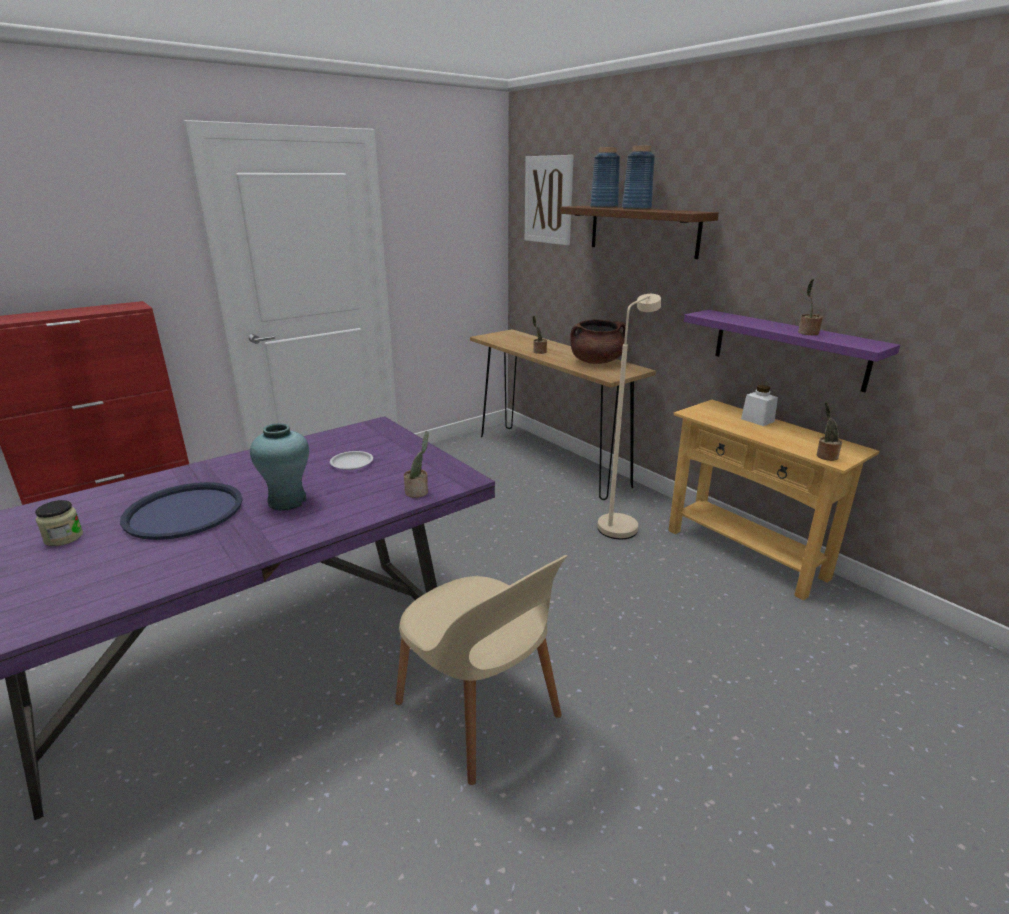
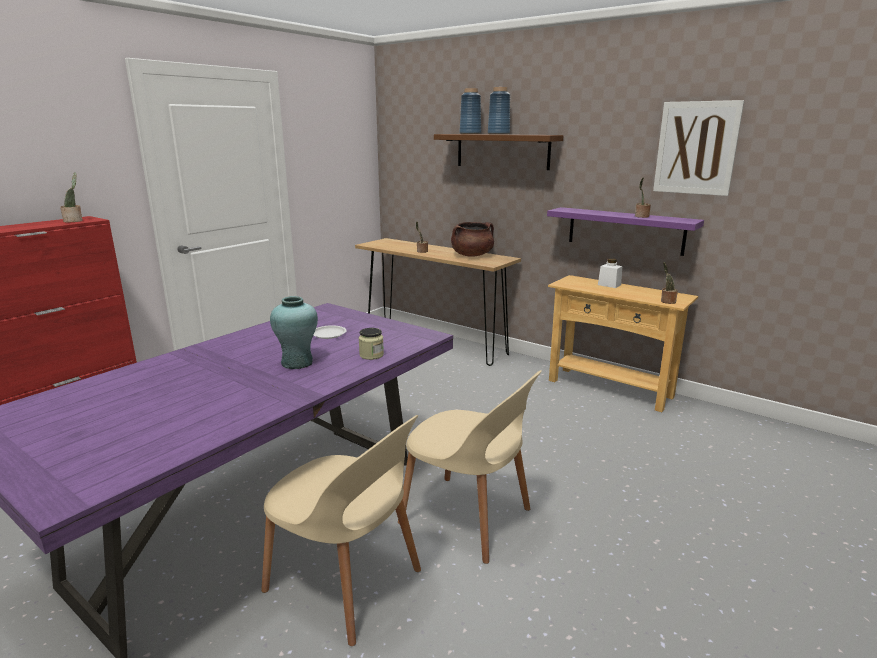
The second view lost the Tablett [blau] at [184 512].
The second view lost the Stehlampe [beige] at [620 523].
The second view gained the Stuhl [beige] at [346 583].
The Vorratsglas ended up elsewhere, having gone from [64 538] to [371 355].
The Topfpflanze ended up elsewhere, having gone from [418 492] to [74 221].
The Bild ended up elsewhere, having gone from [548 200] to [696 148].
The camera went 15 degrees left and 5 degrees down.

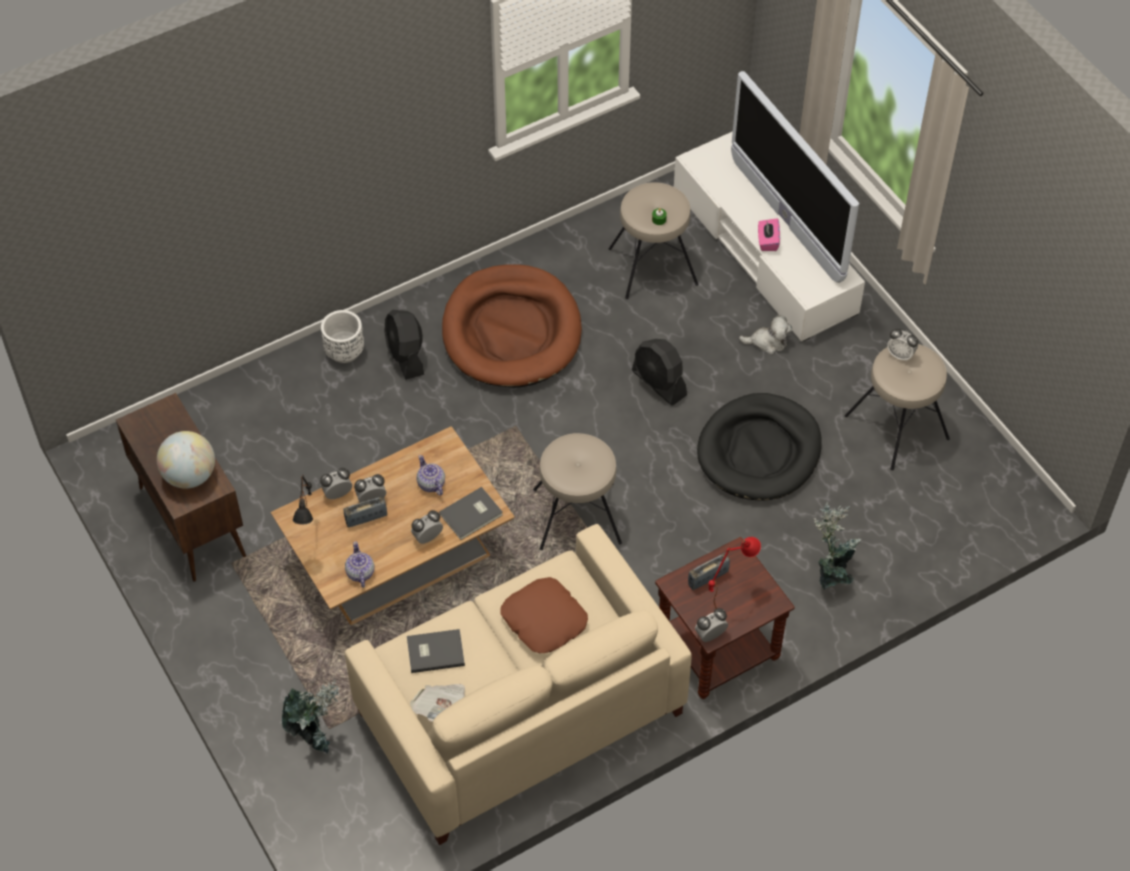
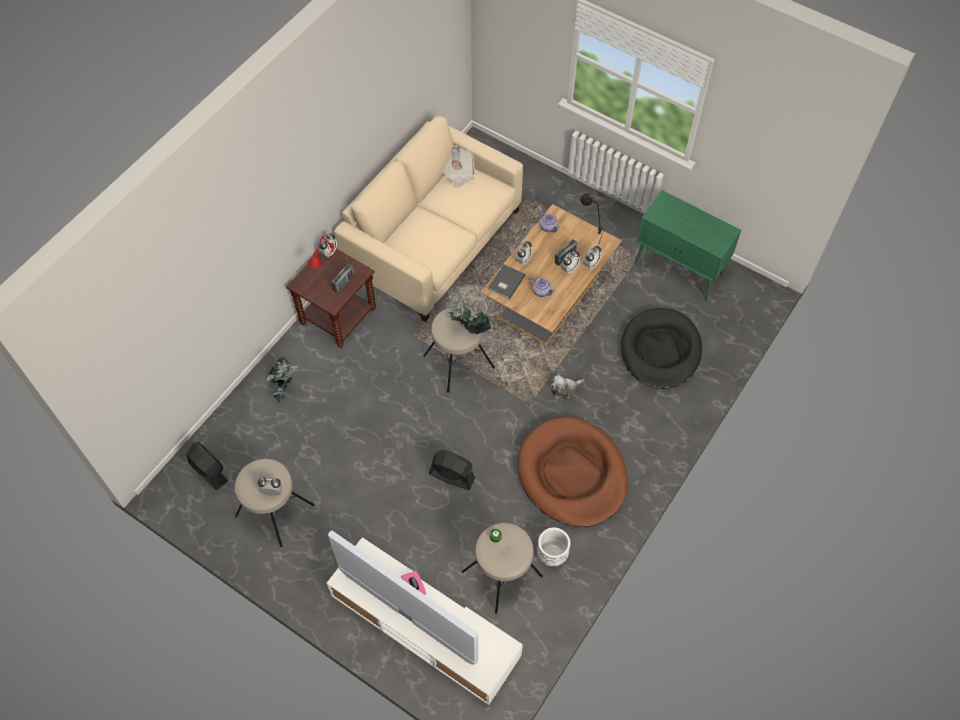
The second view lost the Globus at [190 476].
The second view lost the Buch [grau] at [434 651].
The second view lost the Kissen [braun] at [543 620].
The Topfpflanze ended up elsewhere, having gone from [314 733] to [467 329].
The Pflanzkübel [weiß] ended up elsewhere, having gone from [344 352] to [552 554].
The Ventilator [schwarz] ended up elsewhere, having gone from [406 356] to [209 471].
The Hundebett [schwarz] ended up elsewhere, having gone from [759 451] to [660 351].
The Plüschtier ended up elsewhere, having gone from [767 342] to [565 389].
What was the Schrank [braun] at [191 521] turned into the Schrank [grün] at [679 270].
The camera went 155 degrees right and 5 degrees up.

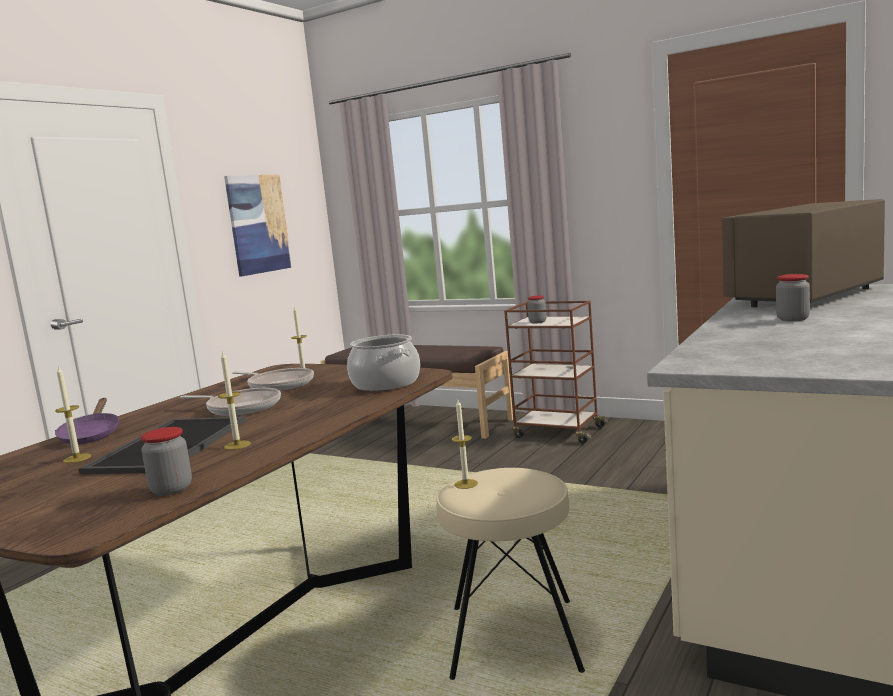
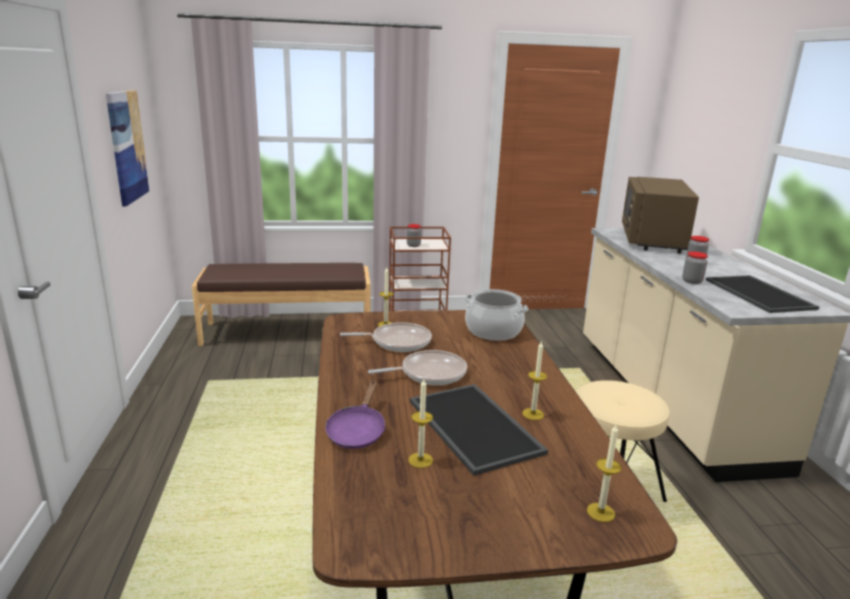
The second view gained the Tablett at [760 294].
The Vorratsglas ended up elsewhere, having gone from [171 490] to [692 281].
The Kerze ended up elsewhere, having gone from [466 484] to [600 512].
The Pfanne [lila] at [91 435] ended up facing another way, 60 degrees clockwise from before.
The camera went 40 degrees left and 10 degrees up.

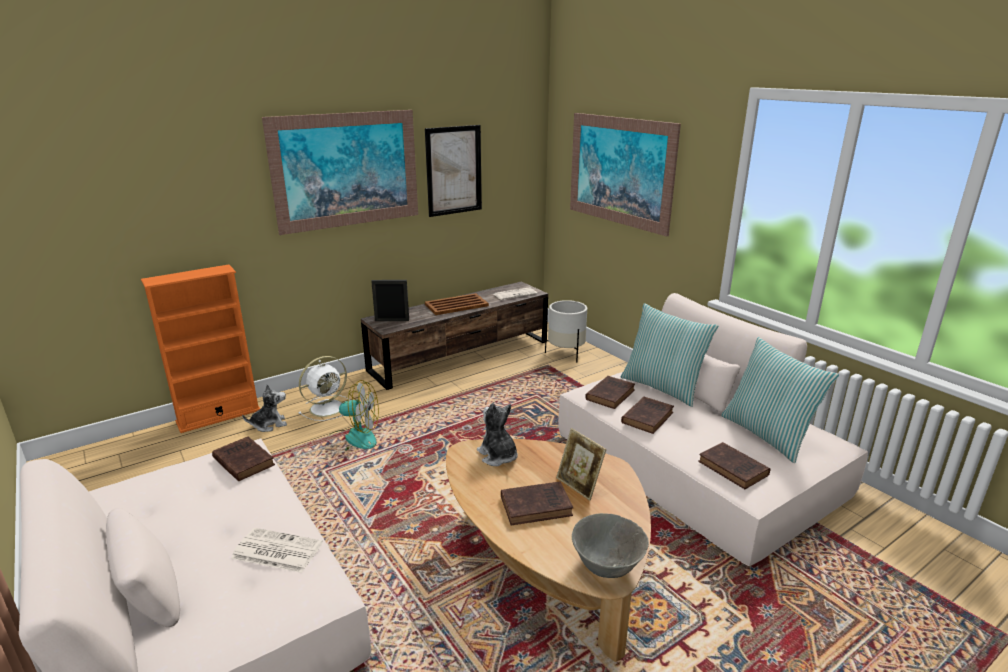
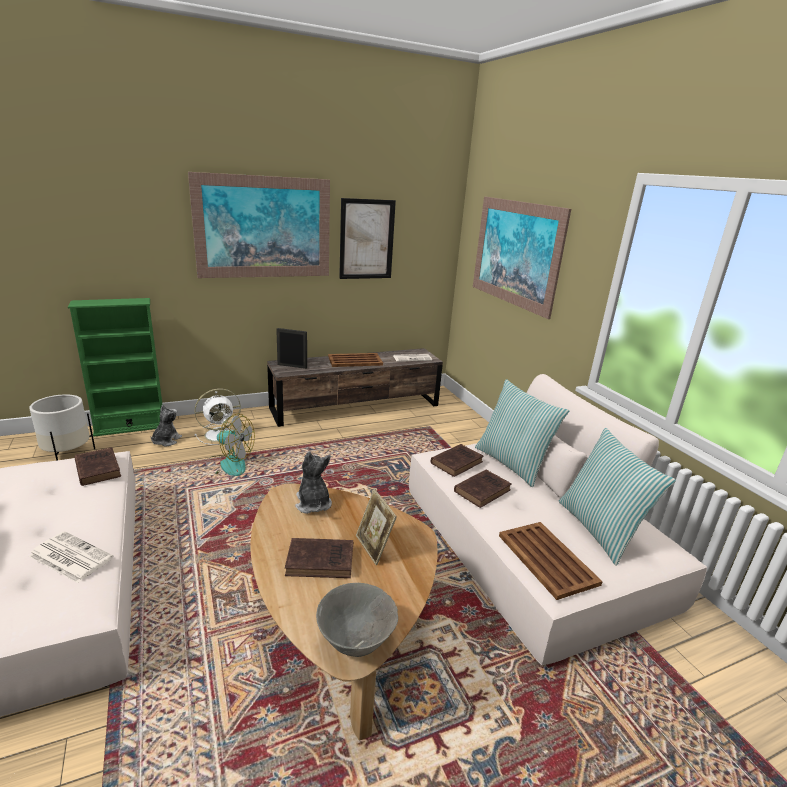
The Pflanzkübel [weiß] ended up elsewhere, having gone from [566 353] to [68 456].
Where the Buch [braun] stood at [734 469], the Tablett [braun] came to stand at [547 560].
What was the Bücherregal [orange] at [218 416] turned into the Bücherregal [grün] at [130 427].
The Plüschtier at [269 424] ended up facing another way, 60 degrees counterclockwise from before.
The camera went 10 degrees right and 0 degrees up.

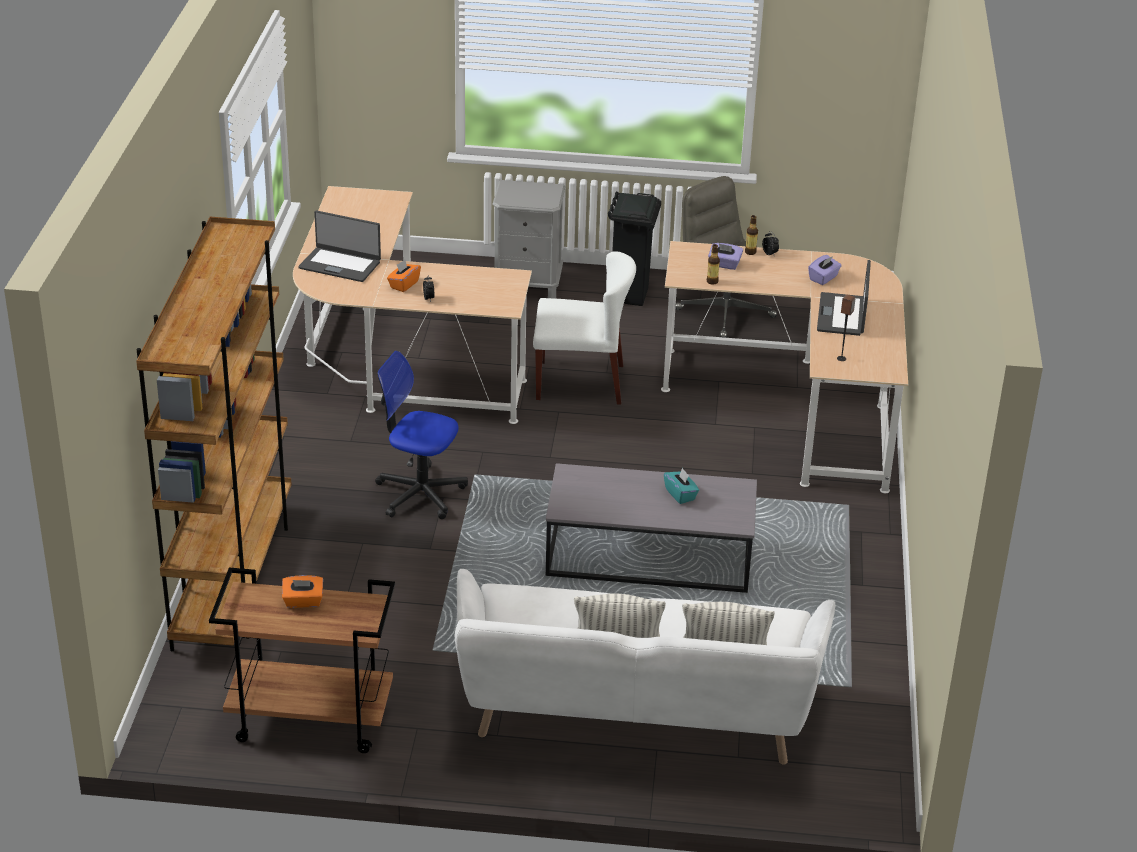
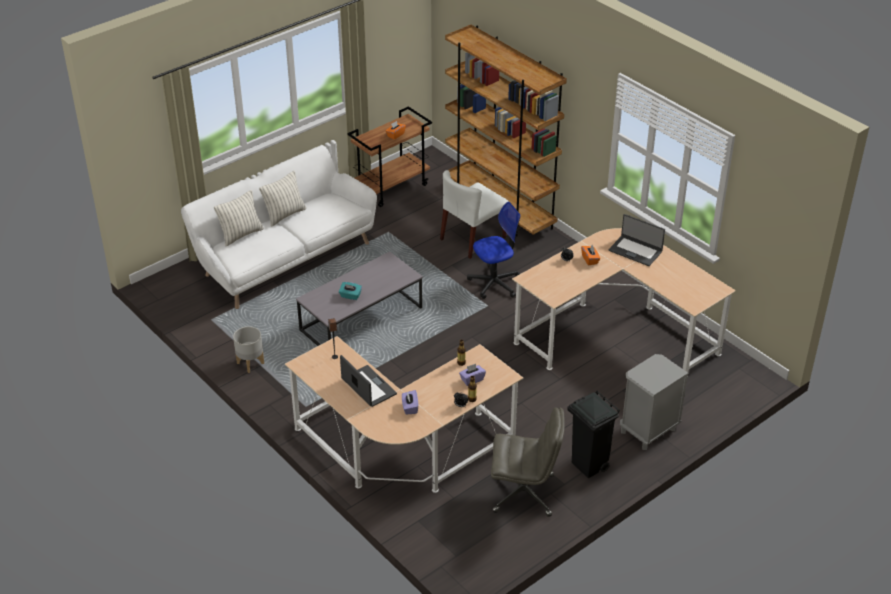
The second view gained the Pflanzkübel [grau] at [250 363].
The Stuhl [weiß] ended up elsewhere, having gone from [581 382] to [472 238].
The Laptop at [340 264] ended up facing another way, 120 degrees counterclockwise from before.
The camera went 135 degrees right and 5 degrees up.

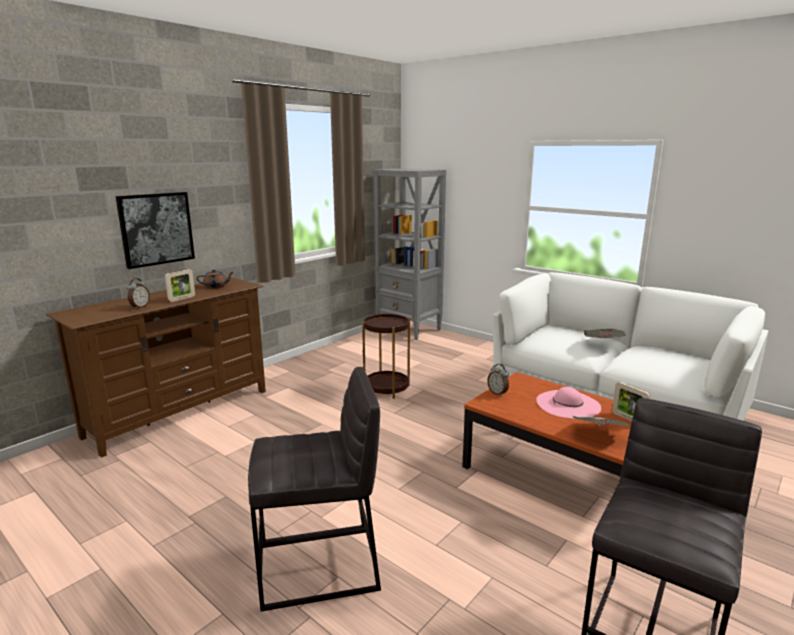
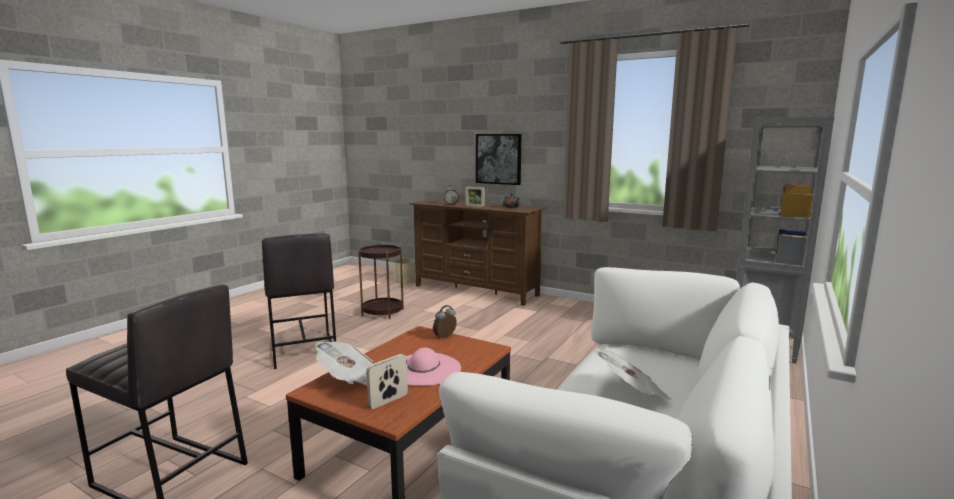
The second view gained the Pflanzkübel [beige] at [404 280].
The Beistelltisch [braun] ended up elsewhere, having gone from [386 388] to [383 312].
The camera went 80 degrees right and 5 degrees down.

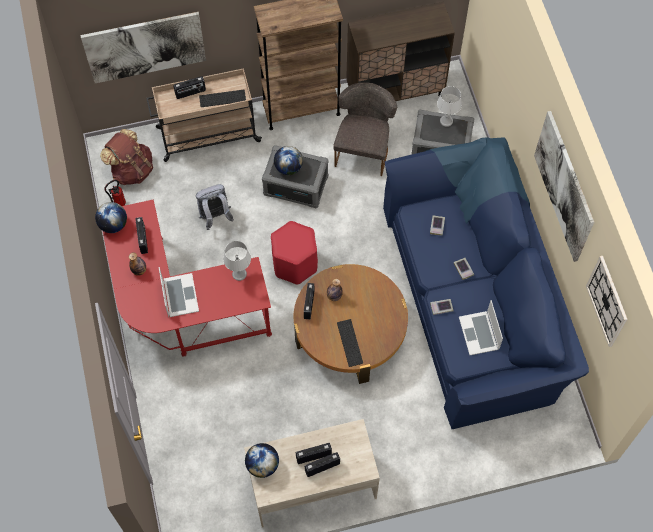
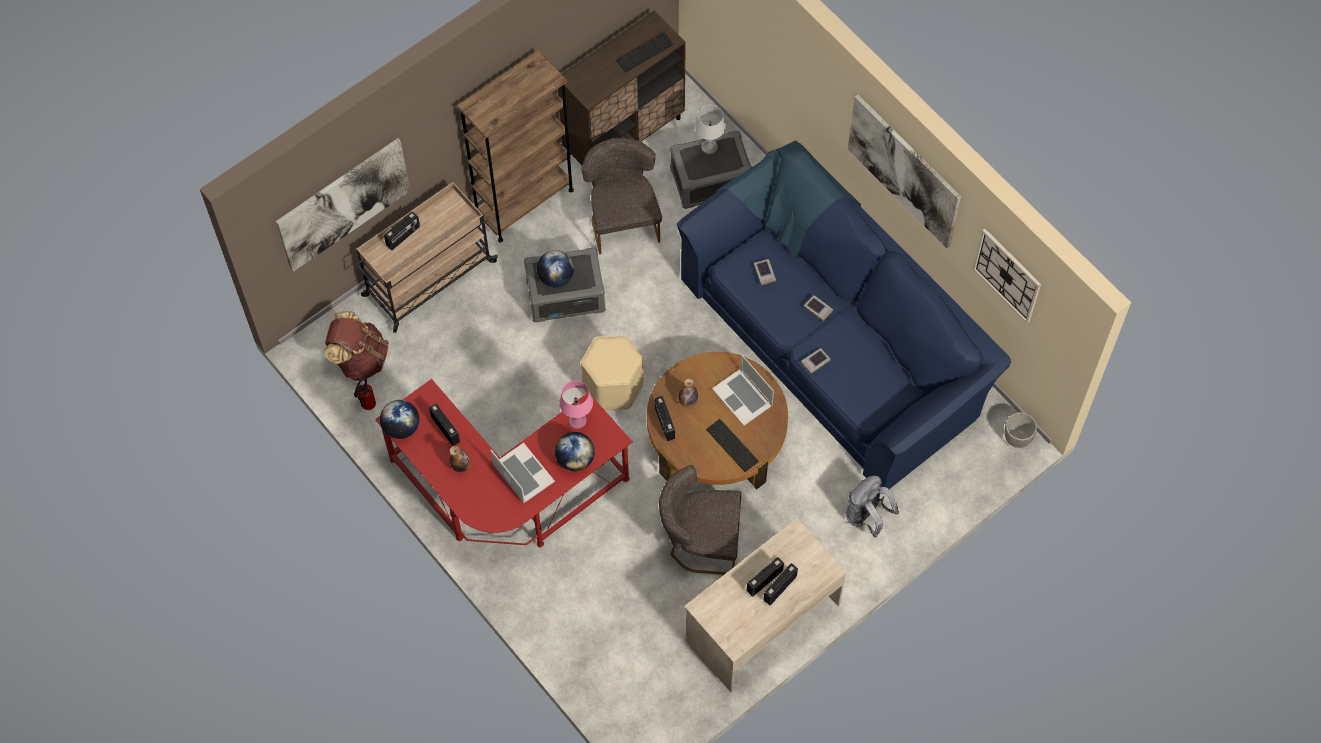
The second view gained the Stuhl [grau] at [700 541].
The second view gained the Pflanzkübel at [1018 438].
The Rucksack [grau] ended up elsewhere, having gone from [215 217] to [867 517].
The Tastatur ended up elsewhere, having gone from [223 97] to [644 51].
The Globus ended up elsewhere, having gone from [262 465] to [575 459].
The Laptop ended up elsewhere, having gone from [479 333] to [742 397].
What was the Tischlampe [grau] at [239 274] turned into the Tischlampe [rosa] at [577 421].
What was the Hocker [rot] at [295 264] turned into the Hocker [beige] at [613 386].
The camera went 25 degrees left and 0 degrees up.

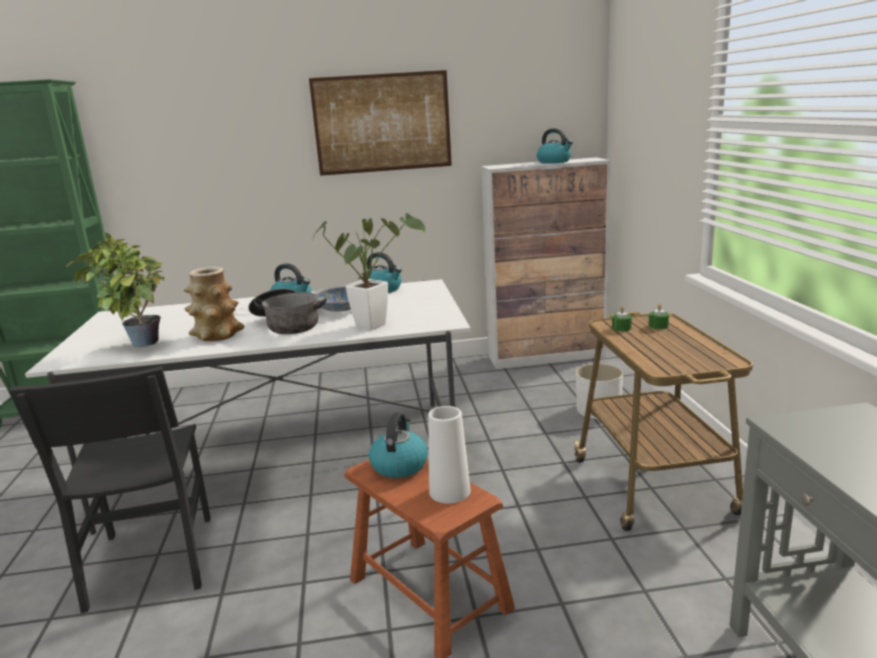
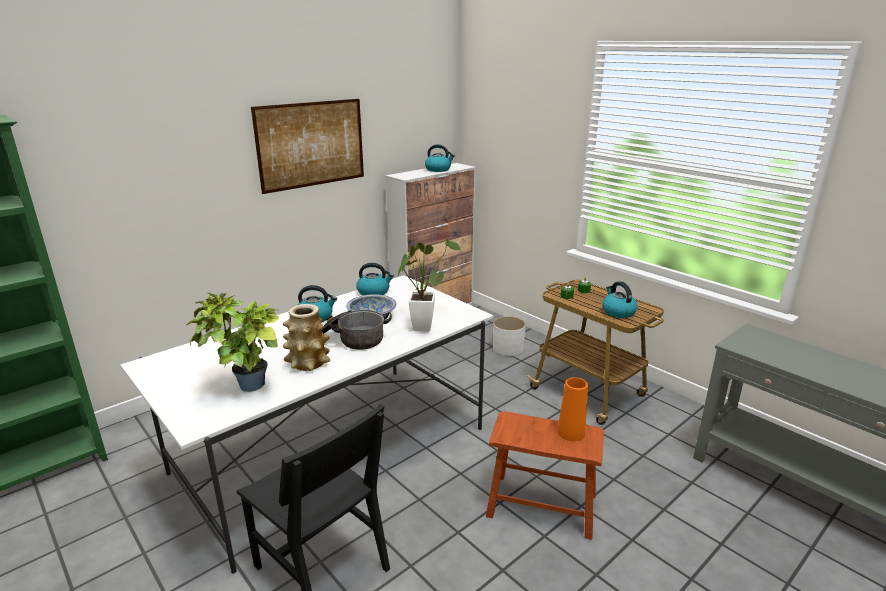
The Wasserkessel ended up elsewhere, having gone from [399 465] to [617 312].
What was the Vase [weiß] at [449 491] turned into the Vase [orange] at [571 432].
The camera went 35 degrees left and 5 degrees up.

